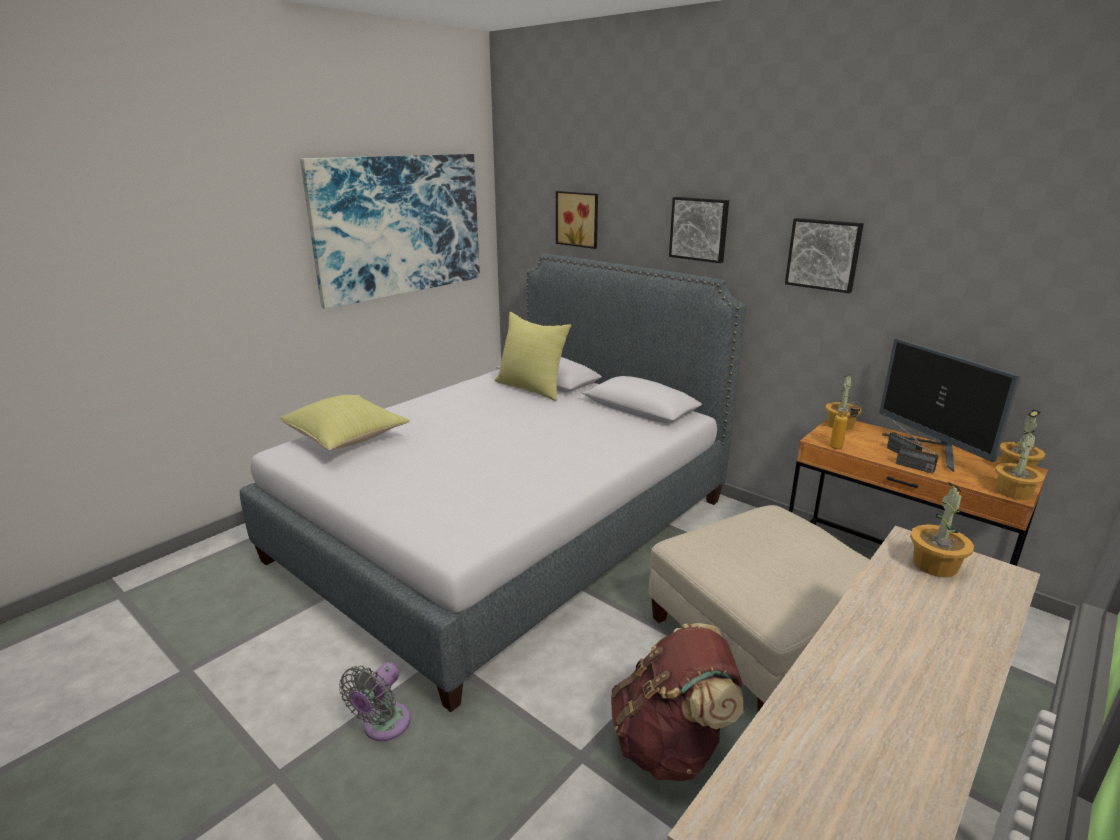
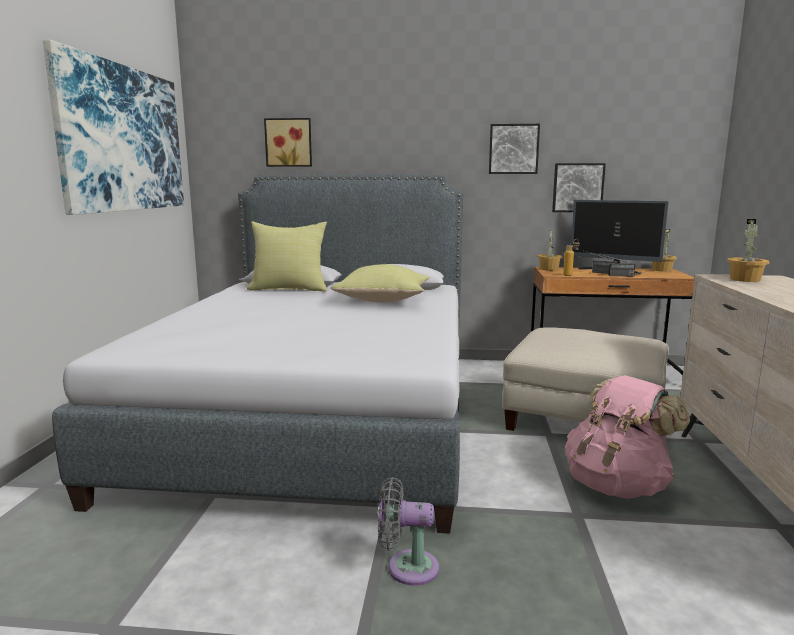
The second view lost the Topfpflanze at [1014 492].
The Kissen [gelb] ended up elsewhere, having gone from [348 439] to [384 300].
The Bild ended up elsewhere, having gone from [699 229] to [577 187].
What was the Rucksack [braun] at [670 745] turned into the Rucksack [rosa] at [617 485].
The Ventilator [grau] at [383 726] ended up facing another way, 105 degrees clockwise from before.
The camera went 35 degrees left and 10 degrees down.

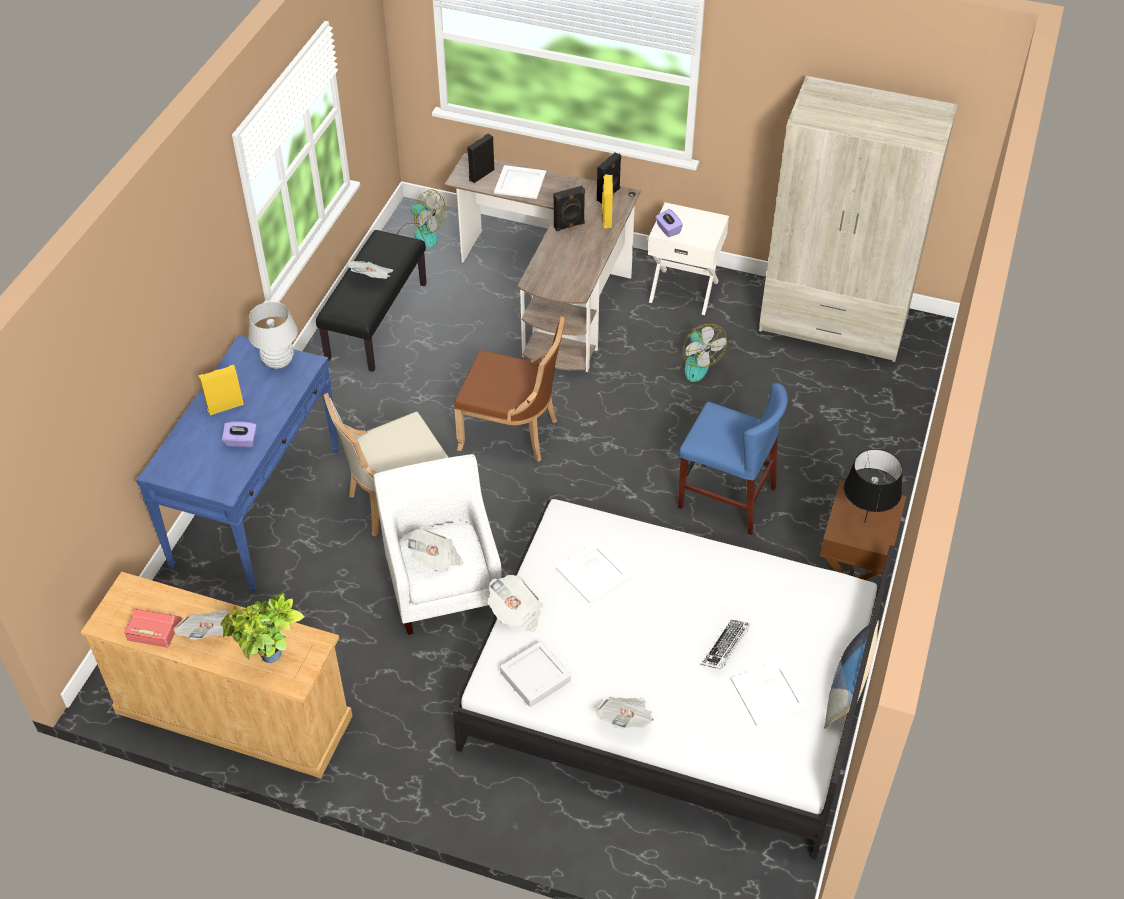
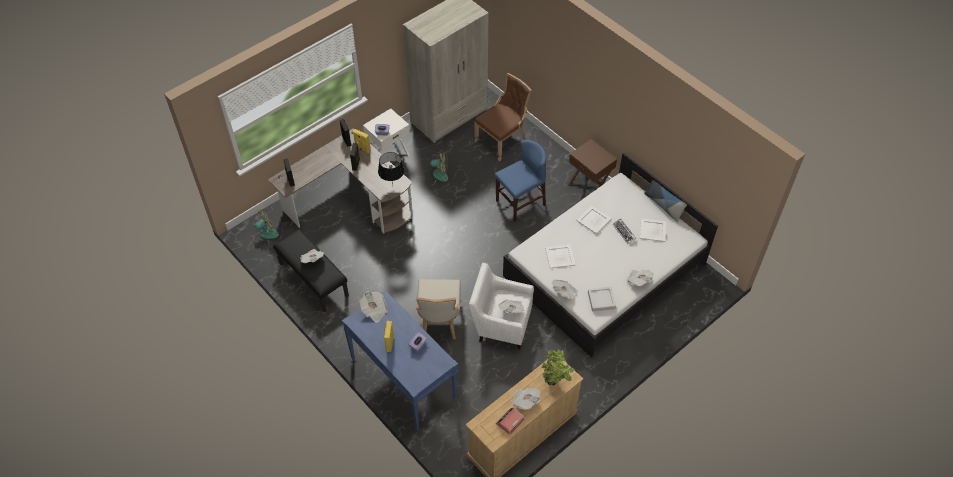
The Stuhl [braun] ended up elsewhere, having gone from [513 433] to [502 140].
The Tablett [weiß] ended up elsewhere, having gone from [519 183] to [594 220].
The Tischlampe [schwarz] ended up elsewhere, having gone from [864 522] to [392 186].
Where the Tischlampe [weiß] stood at [278 362], the Zeitung came to stand at [374 310].
The camera went 60 degrees left and 5 degrees up.

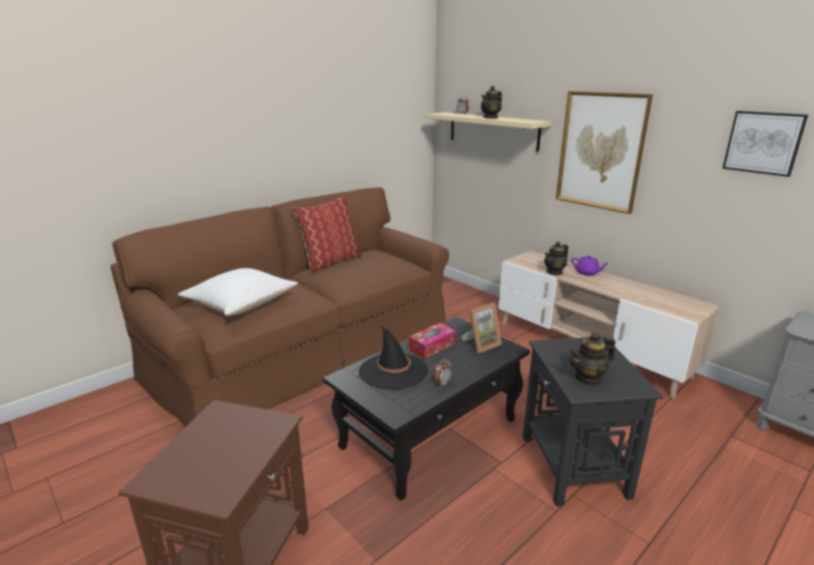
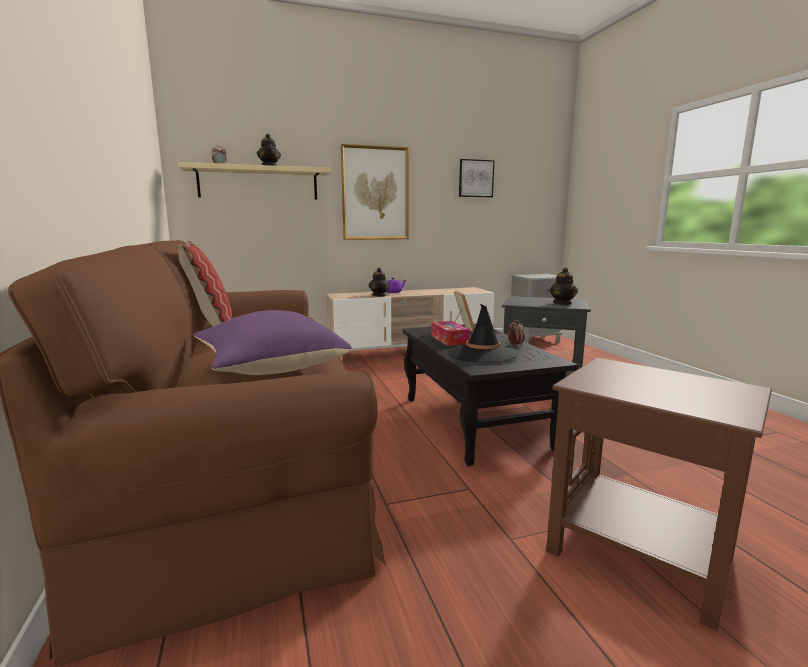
What was the Kissen [weiß] at [241 305] turned into the Kissen [lila] at [269 368].
The camera went 65 degrees left and 10 degrees down.

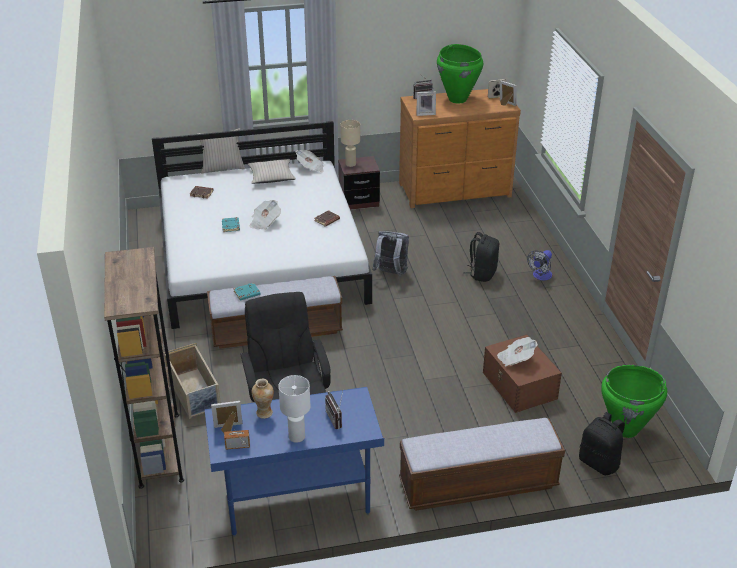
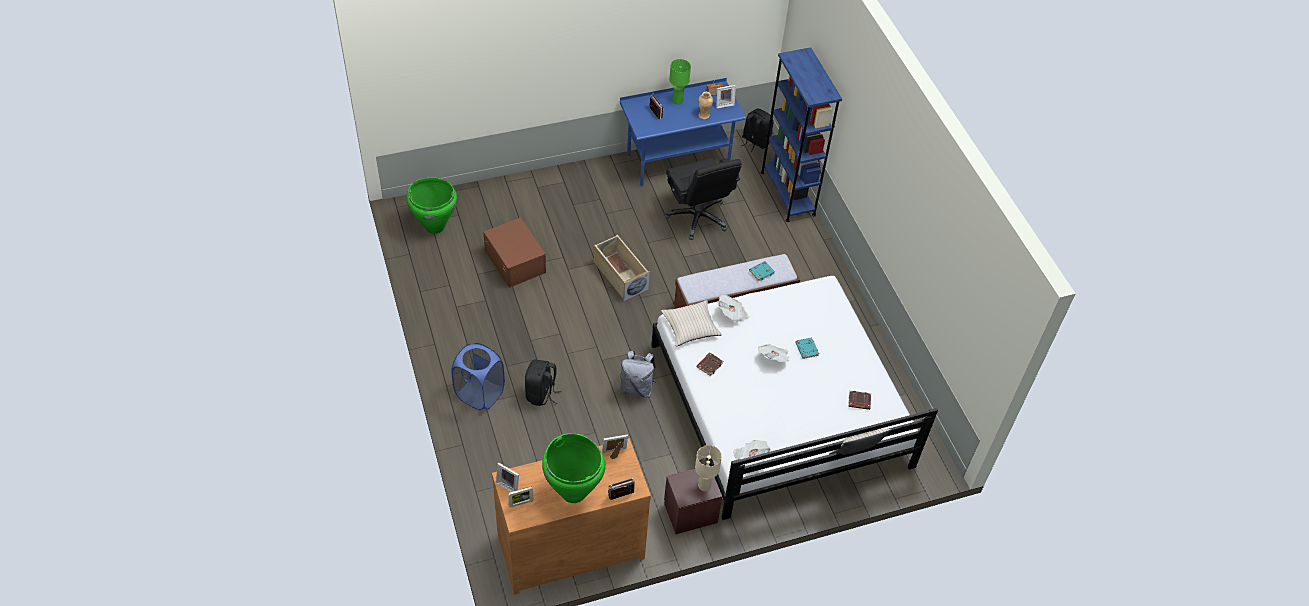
The second view lost the Bank at [478 484].
The Aufbewahrungsbox [beige] ended up elsewhere, having gone from [194 393] to [620 275].
The Kissen [beige] ended up elsewhere, having gone from [271 176] to [691 327].
The Zeitung ended up elsewhere, having gone from [515 359] to [732 314].
The Rucksack [schwarz] ended up elsewhere, having gone from [599 463] to [755 141].
Where the Ventilator stood at [540 276], the Wäschekorb [blau] came to stand at [479 394].
What was the Bücherregal [braun] at [159 449] turned into the Bücherregal [blau] at [787 193].
What was the Tischlampe [weiß] at [296 436] turned into the Tischlampe [grün] at [677 101].
The camera went 170 degrees right and 15 degrees up.

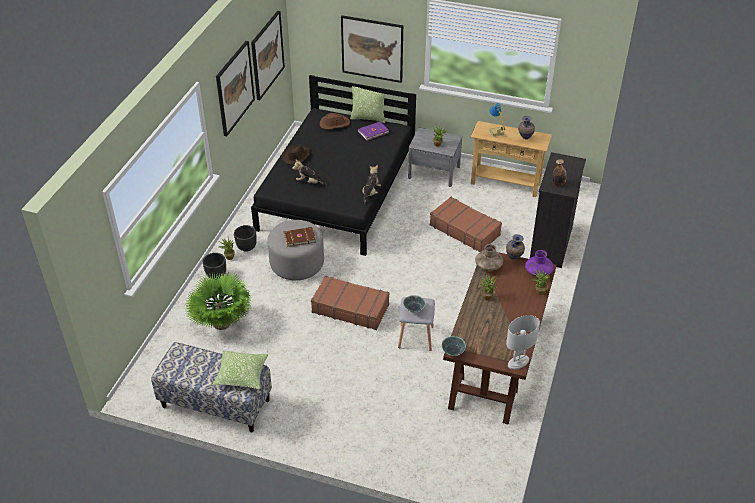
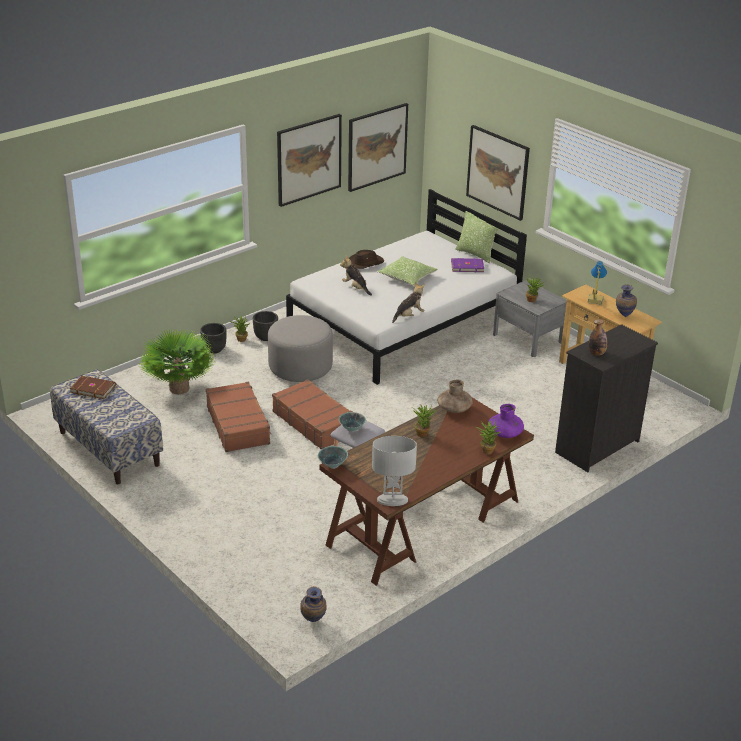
The second view lost the Hut [braun] at [334 123].
The Kissen ended up elsewhere, having gone from [241 375] to [407 277].
The Buch [braun] ended up elsewhere, having gone from [299 237] to [93 388].
The Koffer [braun] ended up elsewhere, having gone from [465 230] to [238 425].
The Vase ended up elsewhere, having gone from [514 259] to [313 622].
What was the Bett [schwarz] at [337 192] turned into the Bett [weiß] at [403 323].
The camera went 30 degrees right and 10 degrees down.

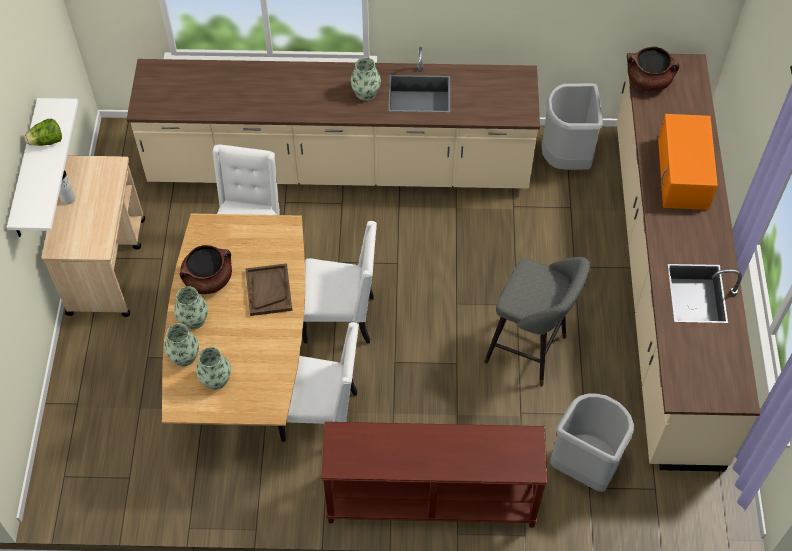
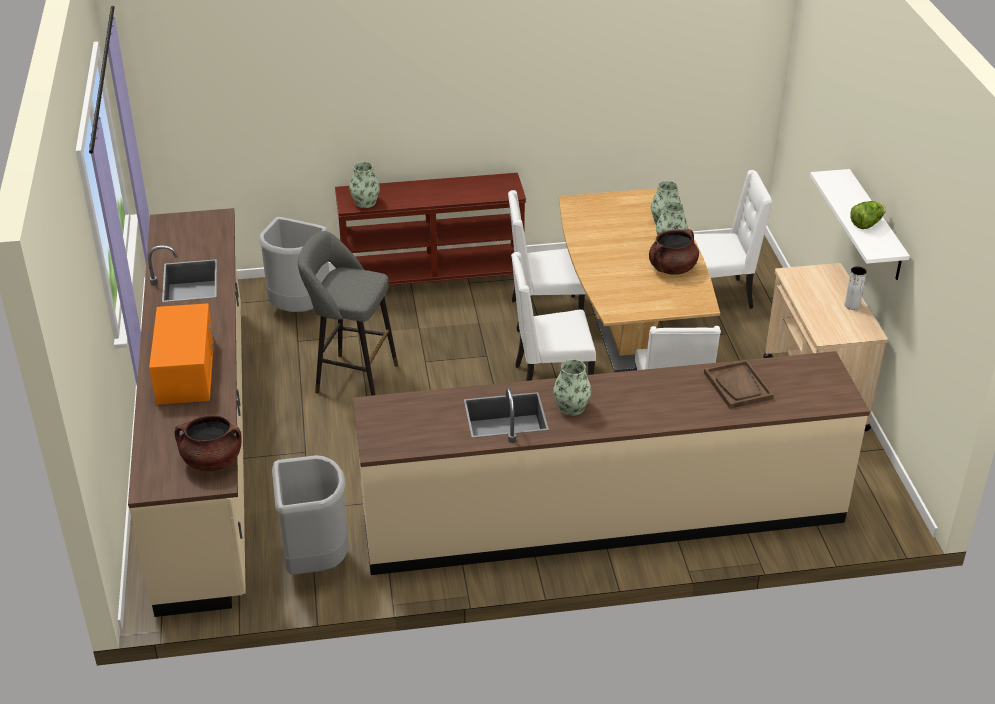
The second view gained the Stuhl [weiß] at [716 296].
The Vase ended up elsewhere, having gone from [216 379] to [365 202].
The Tablett [braun] ended up elsewhere, having gone from [268 290] to [738 386].
The camera went 170 degrees right and 20 degrees down.

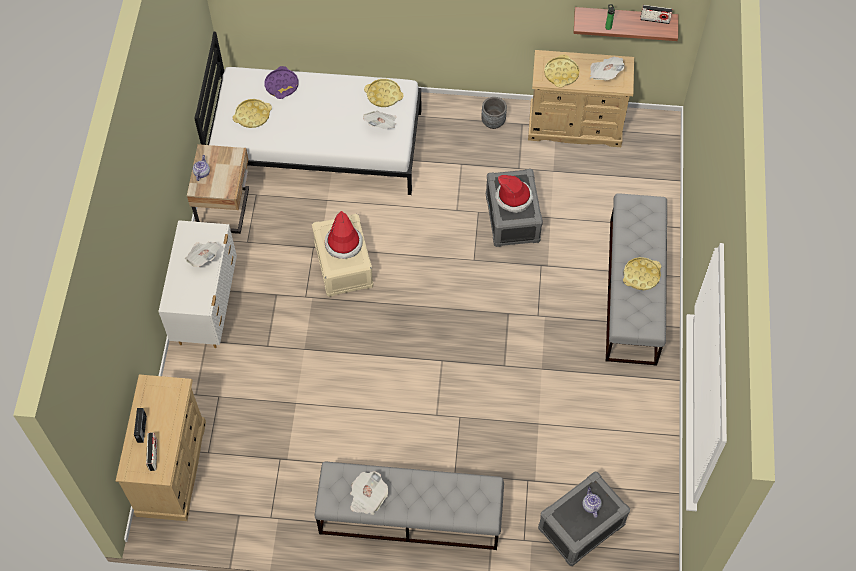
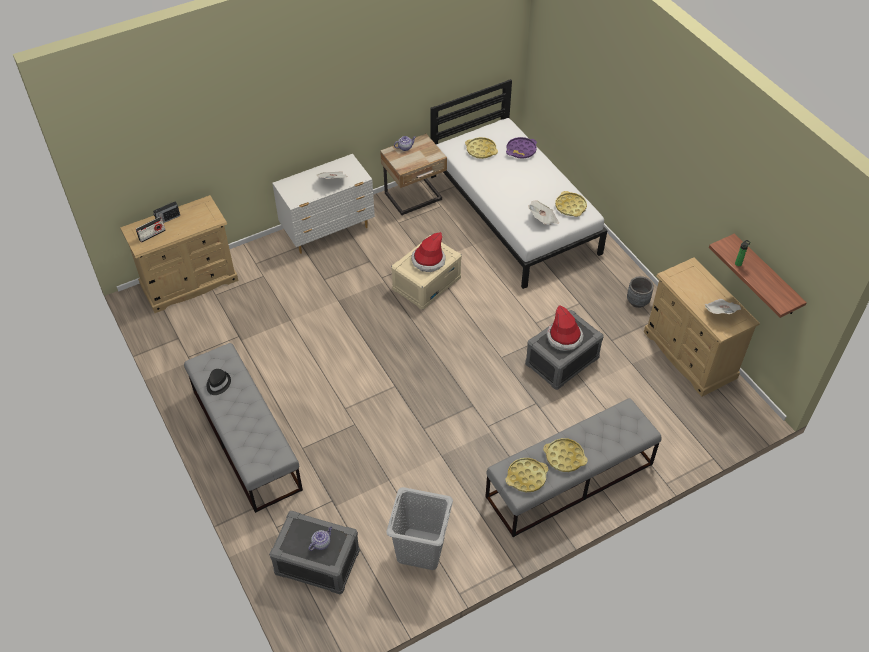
The second view lost the Radio at [655 20].
The second view gained the Wäschekorb [grau] at [420 548].
The Tablett [gelb] ended up elsewhere, having gone from [561 73] to [526 477].
Where the Zeitung stood at [367 497], the Hut [schwarz] came to stand at [218 384].
The camera went 55 degrees right and 10 degrees down.

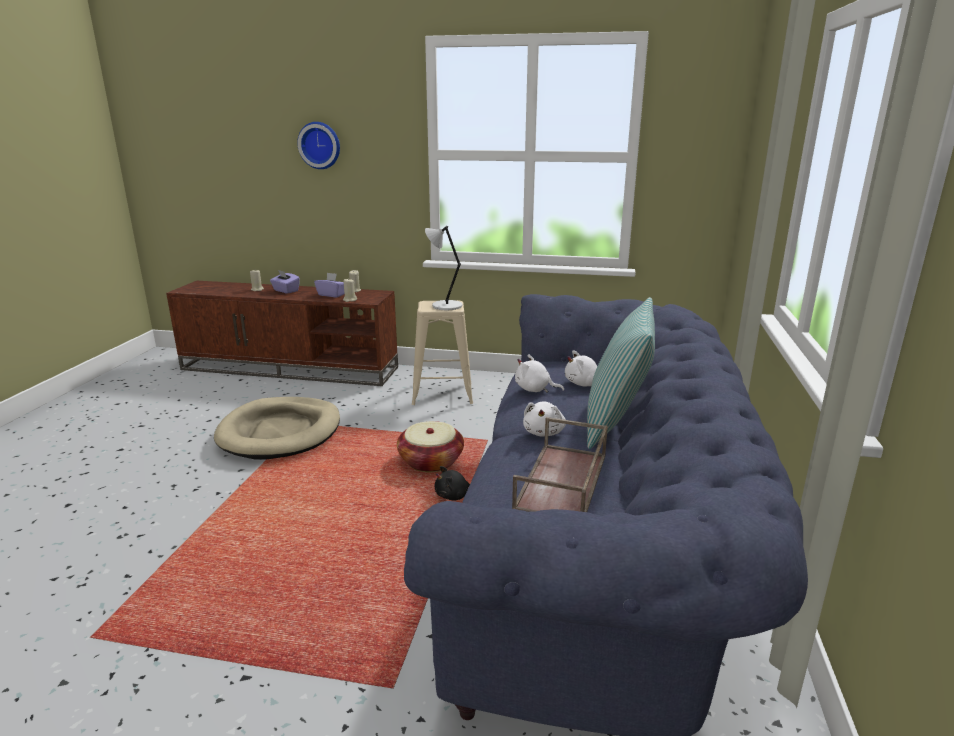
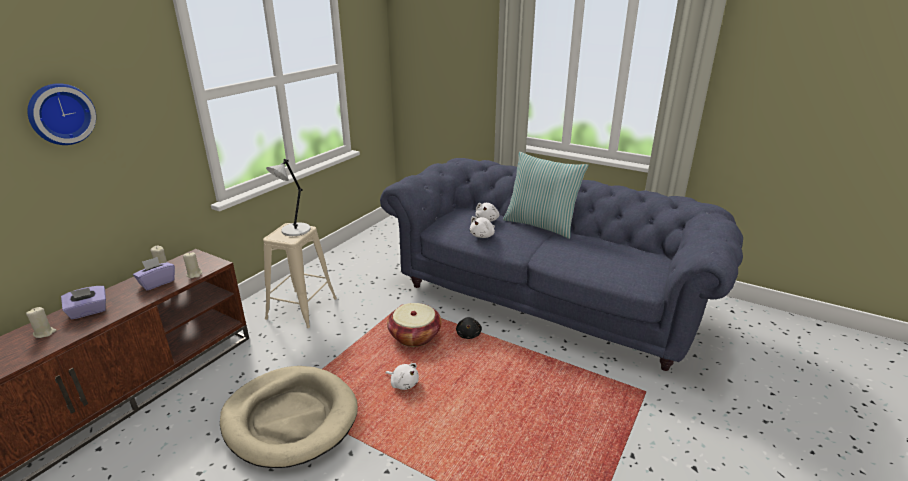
The second view lost the Tablett [braun] at [563 482].
The Plüschtier [weiß] ended up elsewhere, having gone from [544 432] to [403 383].
The camera went 70 degrees left and 5 degrees up.

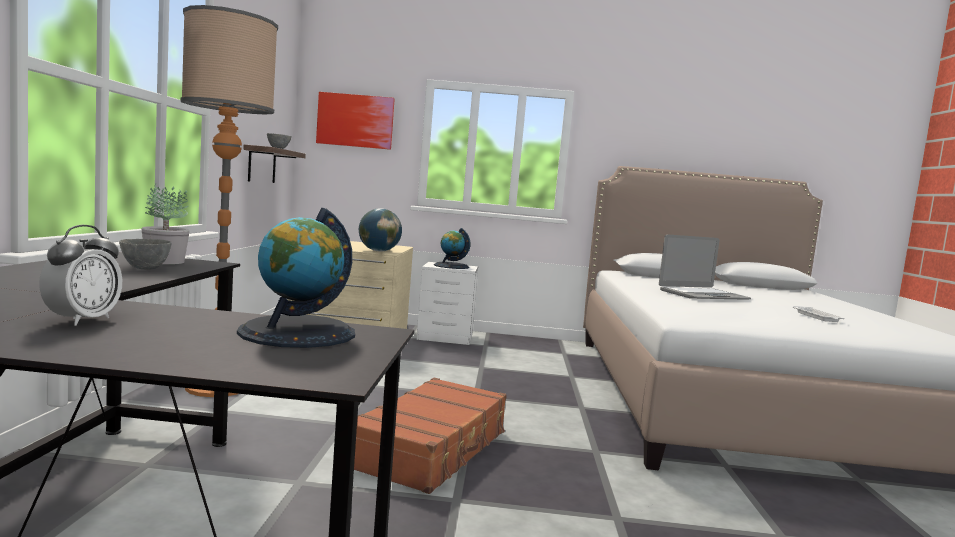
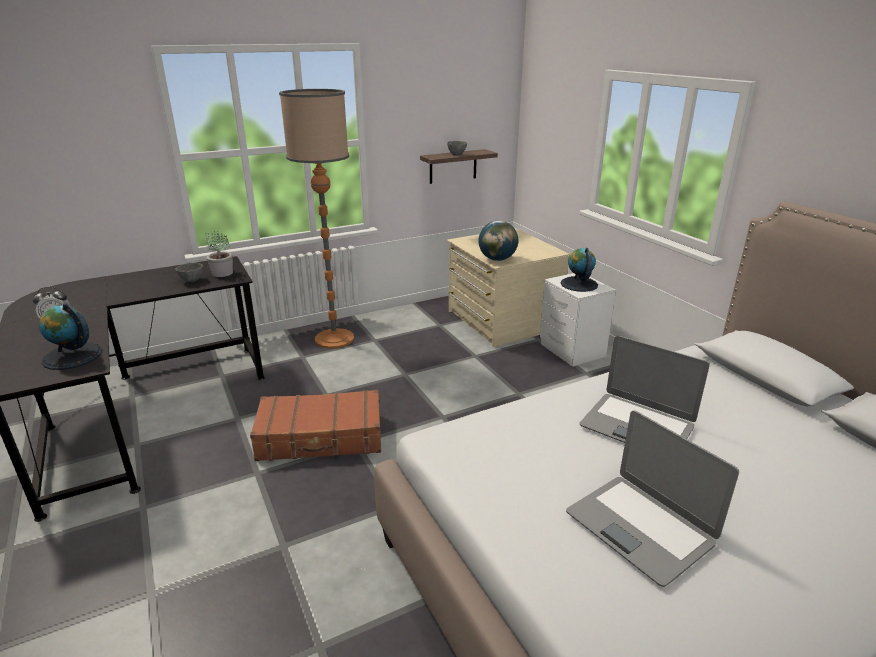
The second view lost the Bild at [355 121].
Where the Tablett [weiß] stood at [817 317], the Laptop came to stand at [640 527].
The camera went 60 degrees right and 20 degrees up.

